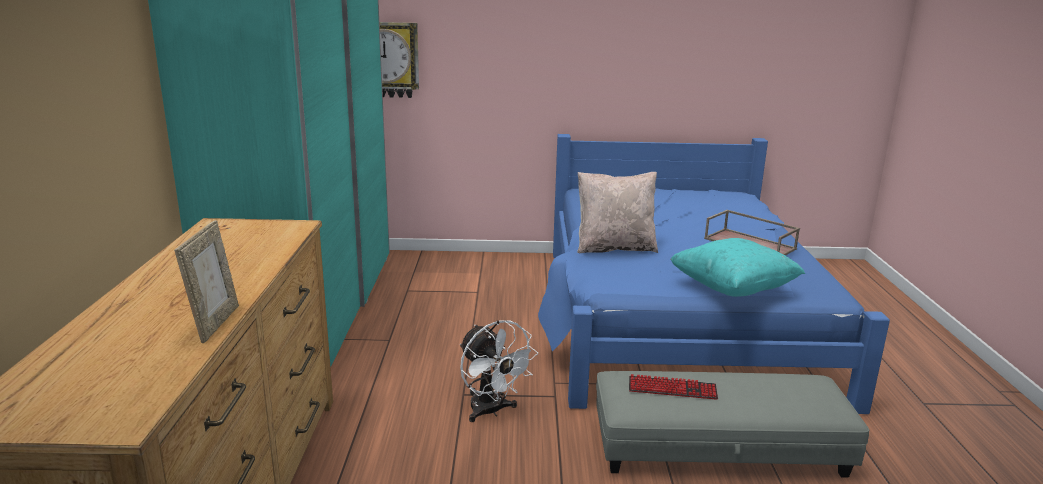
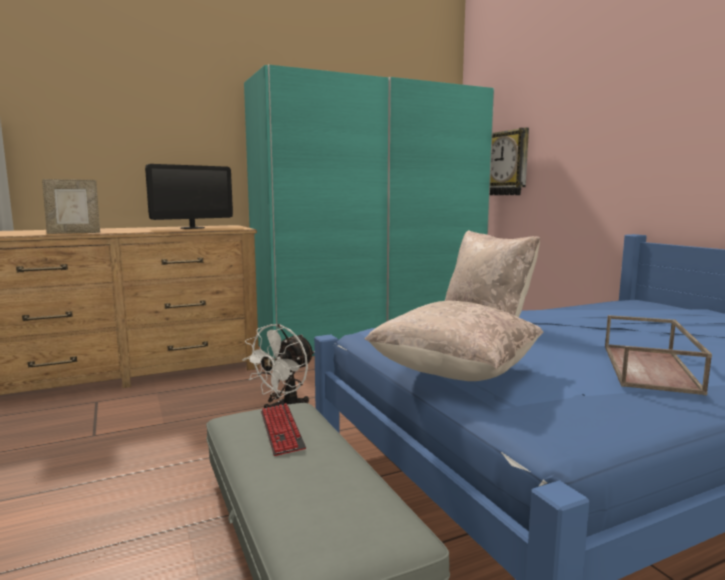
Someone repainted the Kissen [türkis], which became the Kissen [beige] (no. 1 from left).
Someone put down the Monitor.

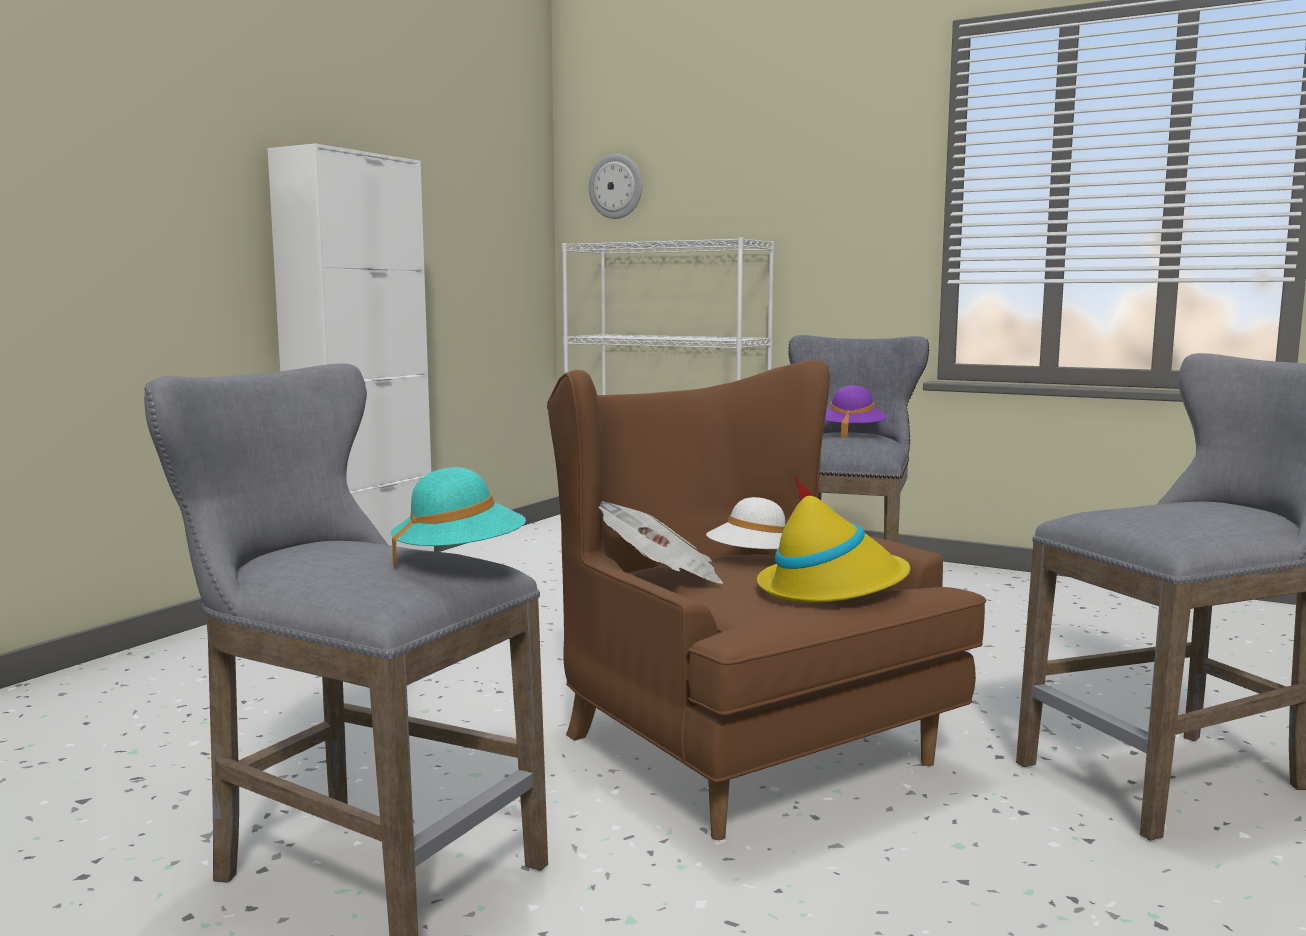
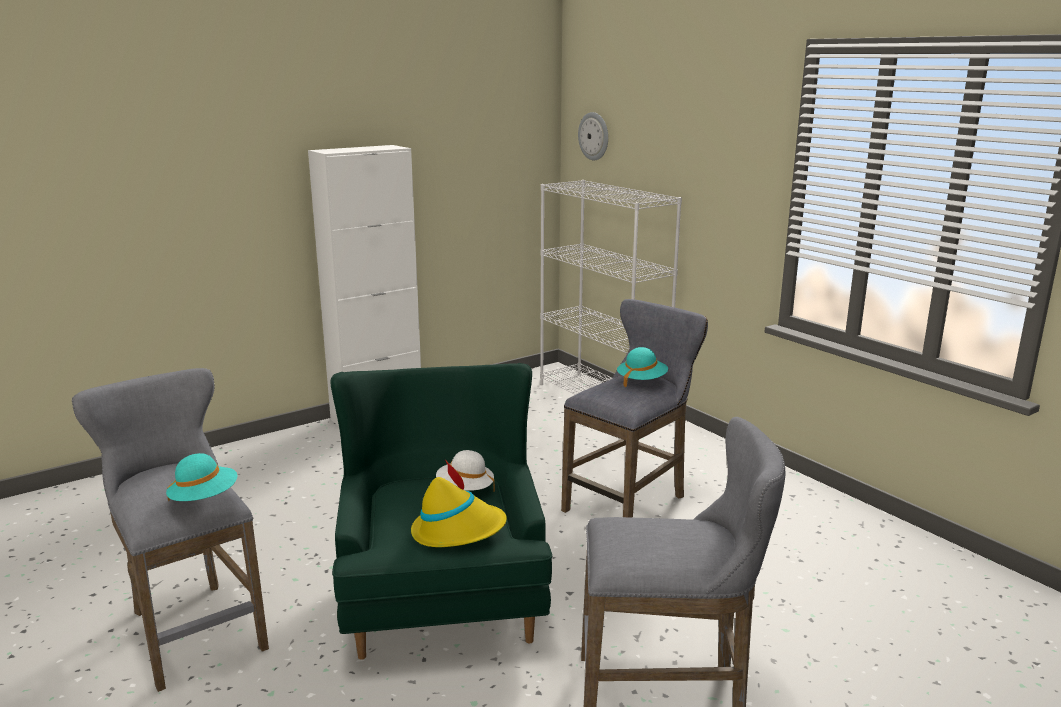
Someone repainted the Sessel [braun], which became the Sessel [grün].
Someone repainted the Hut [lila], which became the Hut [türkis] (no. 2 from left).
Someone took away the Zeitung.

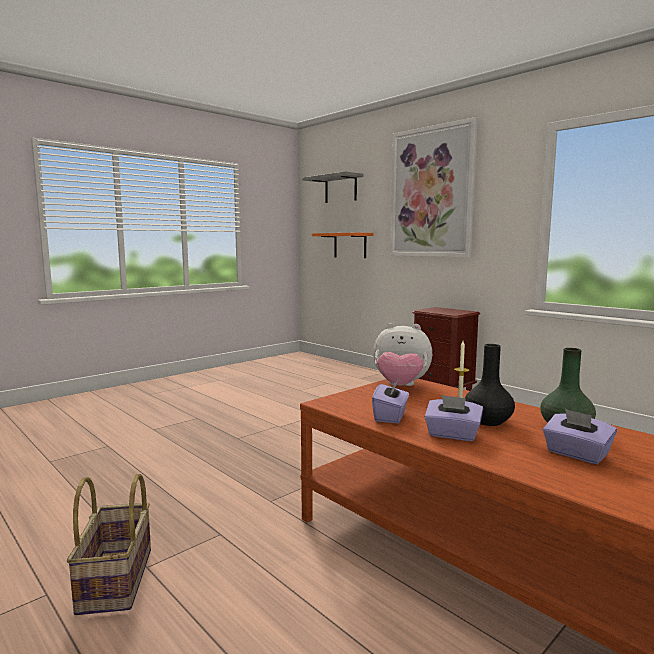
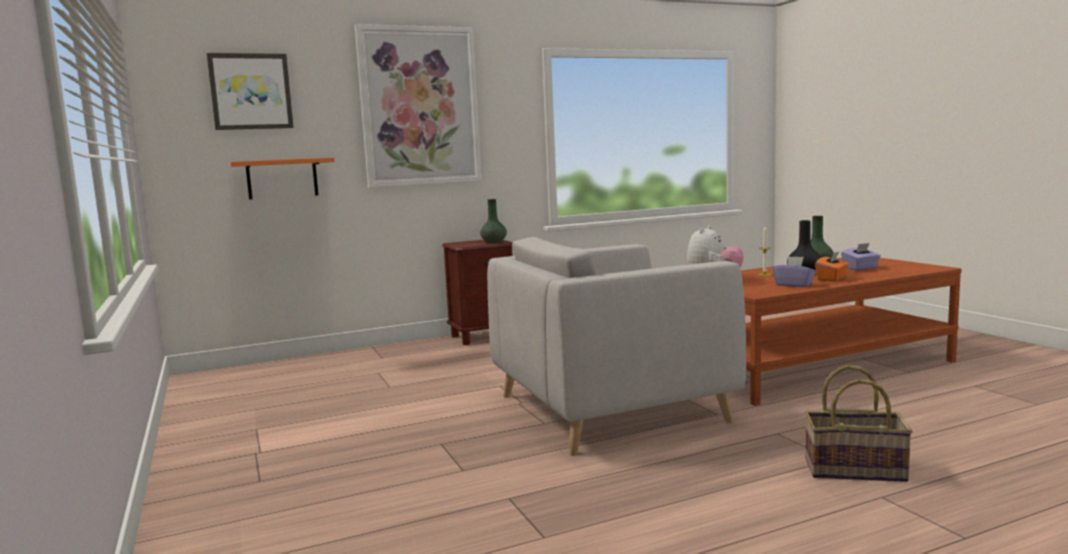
Someone swapped the Wandregal [grau] for the Bild (no. 1 from left).
Someone repainted the Taschentuchbox [lila] (no. 2 from left), which became the Taschentuchbox [orange].
Someone put down the Vase [grün] (no. 1 from left).
Someone put down the Sessel [grau].

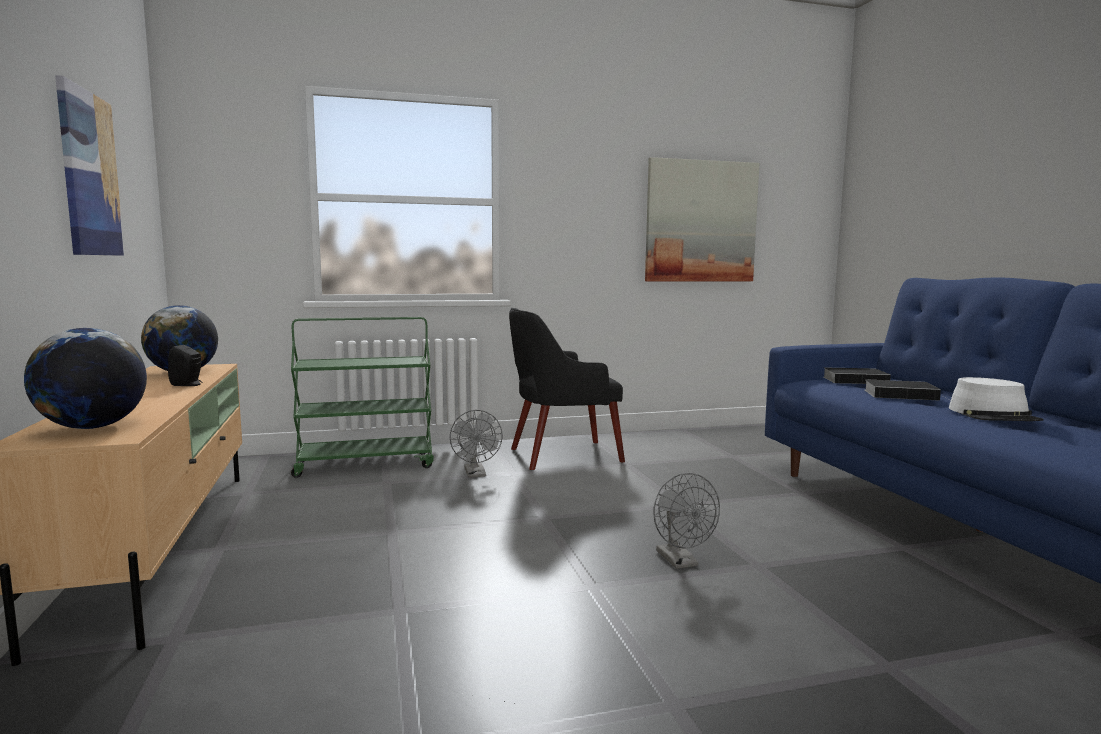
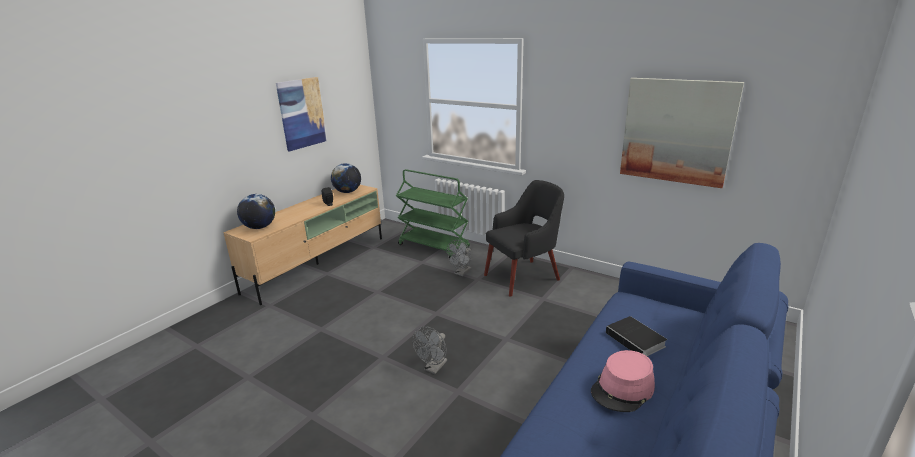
Someone rotated the Sessel [schwarz] by 120 degrees clockwise.
Someone took away the Buch (no. 1 from left).
Someone repainted the Hut [weiß], which became the Hut [rosa].

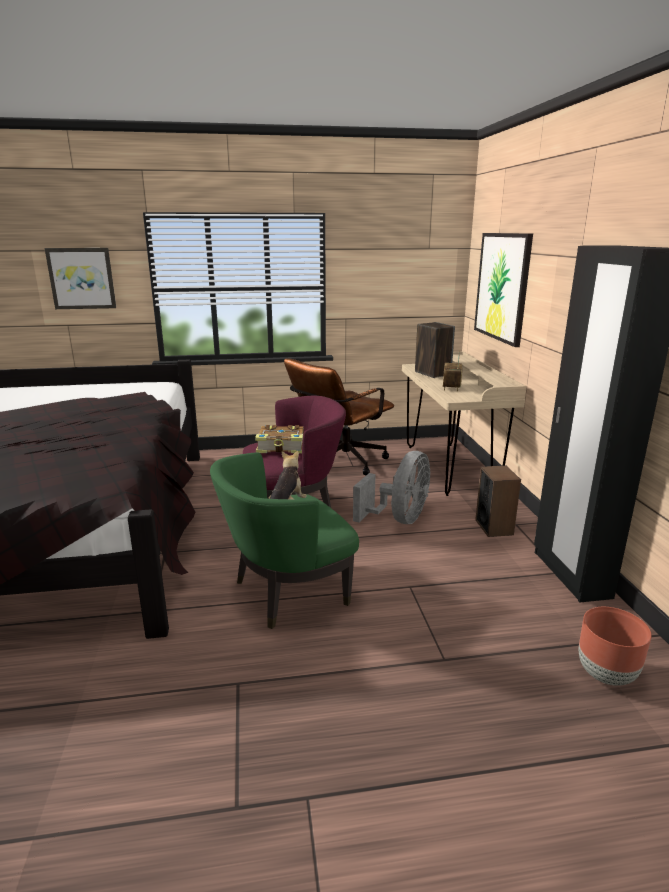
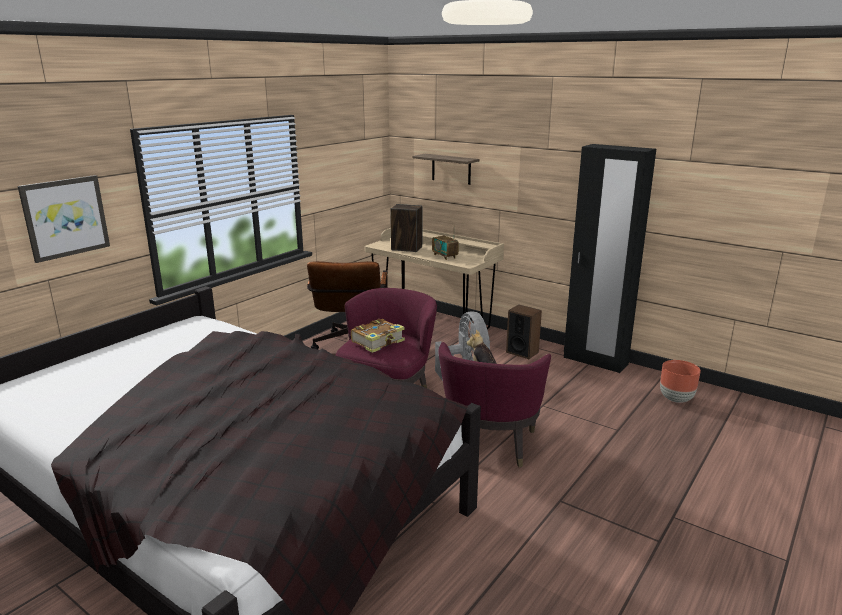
Someone swapped the Bild (no. 2 from left) for the Wandregal.
Someone repainted the Sessel [grün], which became the Sessel [lila] (no. 2 from left).

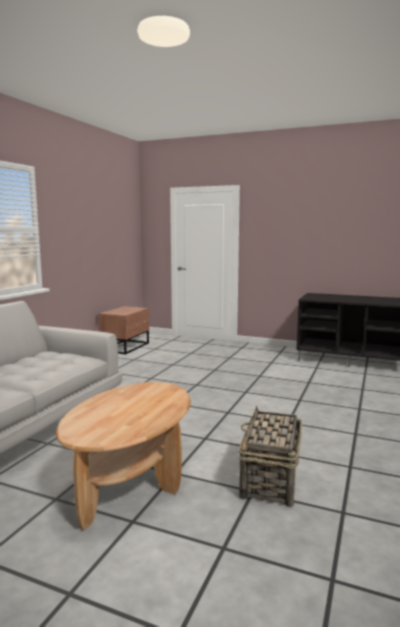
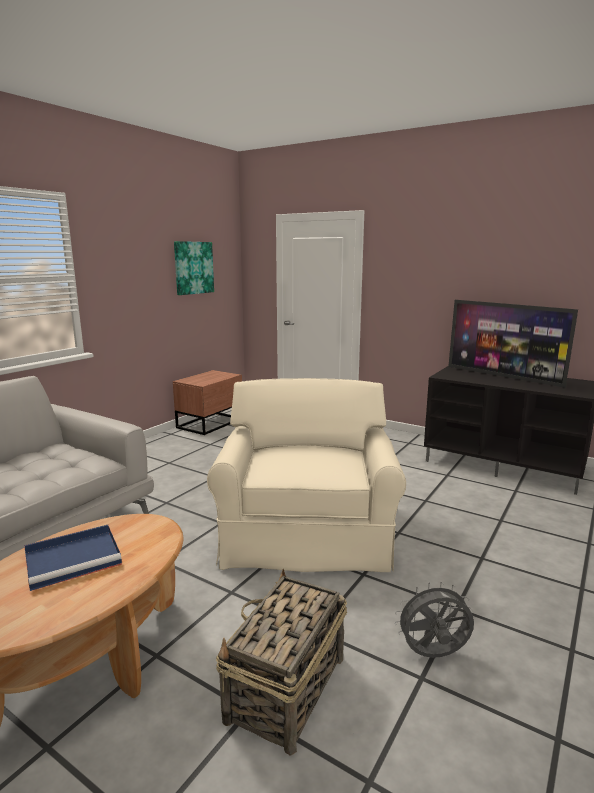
Someone put up the Bild.
Someone put down the Fernseher.
Someone put down the Sessel [beige].
Someone put down the Tablett [blau].
Someone put down the Ventilator [grau].

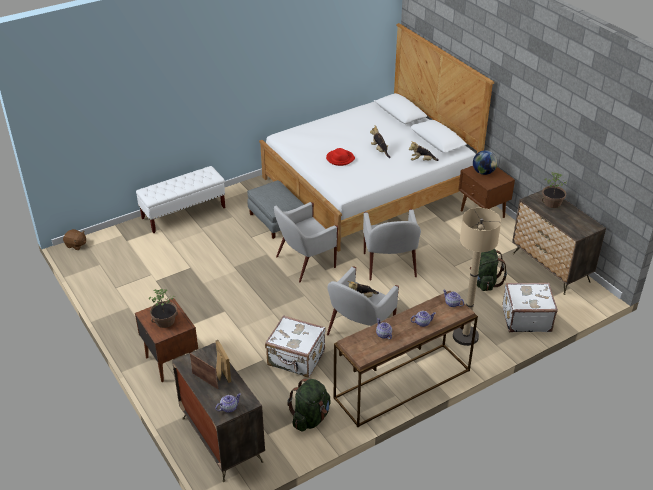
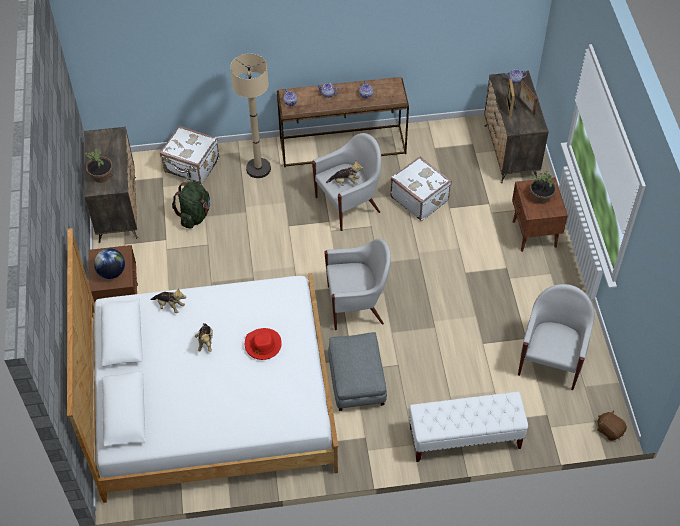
Someone carried the Sessel [weiß] (no. 3 from left).
Someone took away the Rucksack [grün] (no. 1 from left).

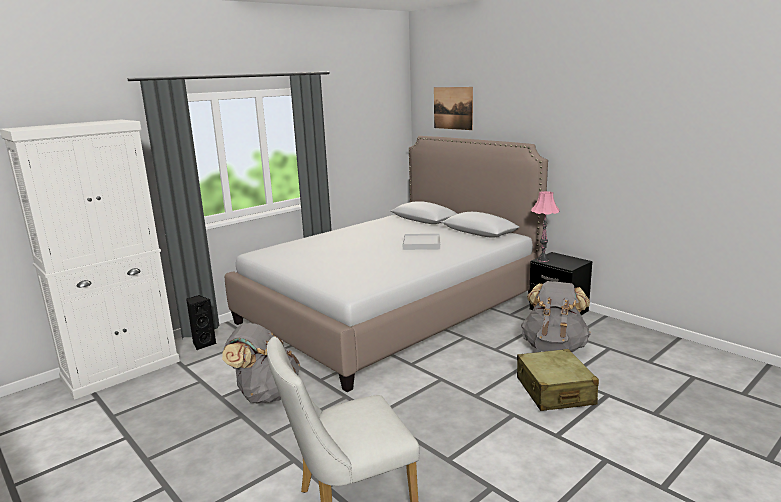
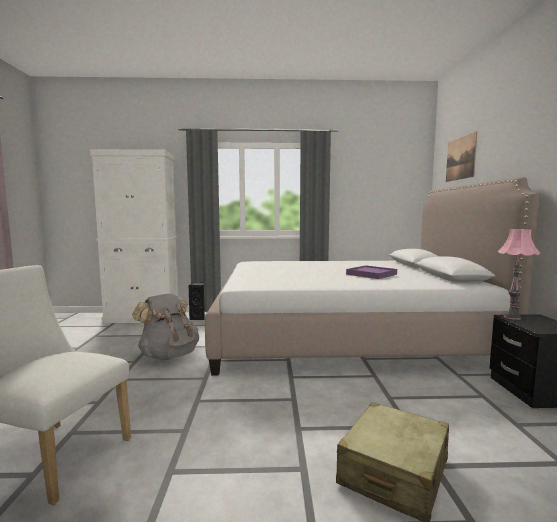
Someone repainted the Tablett [weiß], which became the Tablett [lila].
Someone took away the Rucksack [grau] (no. 2 from left).

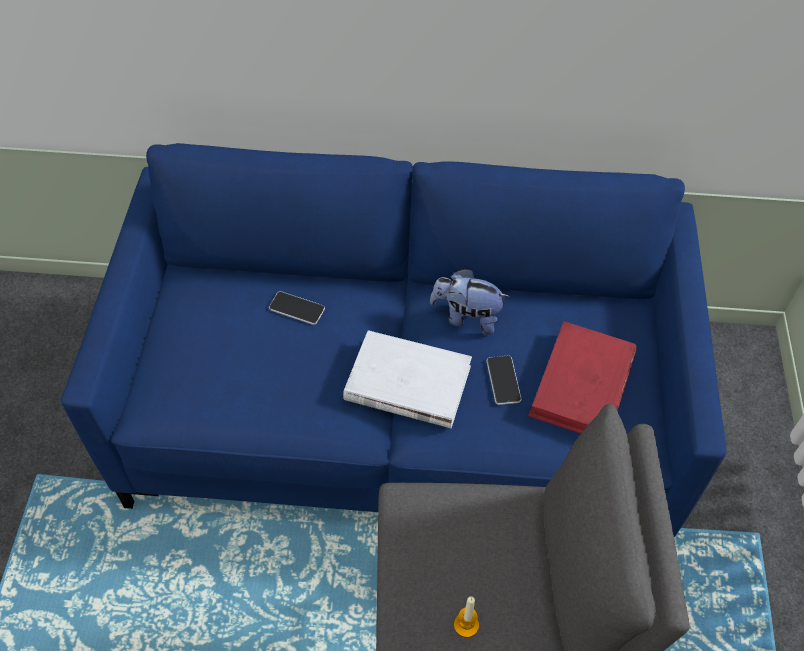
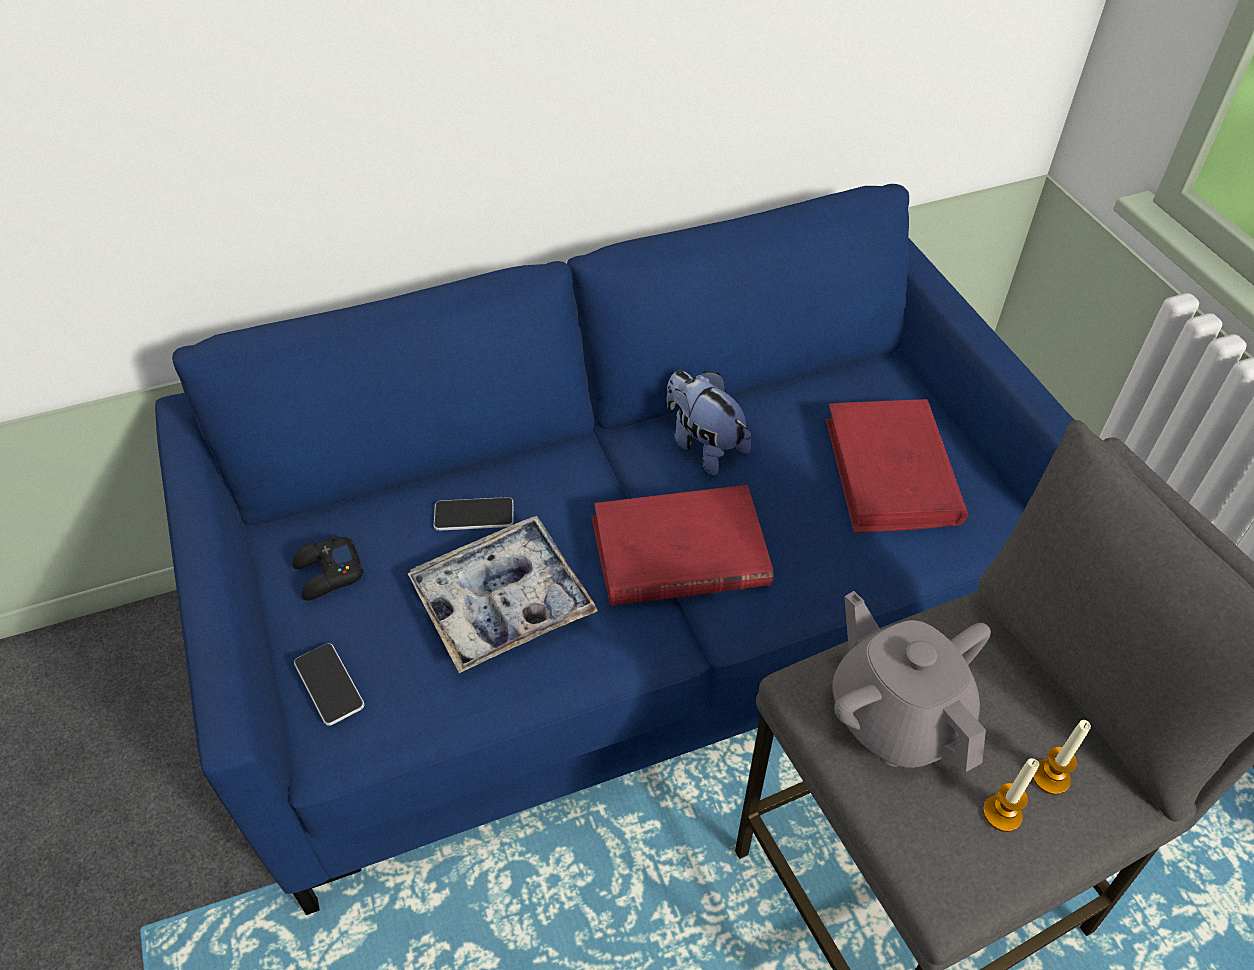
Someone rotated the Plüschtier by 60 degrees clockwise.
Someone repainted the Buch [weiß], which became the Buch [rot] (no. 1 from left).
Someone carried the Handy (no. 2 from left in the first image).
Someone put down the Tablett.
Someone put down the Gamepad [schwarz].
Someone put down the Teekanne [grau].
Someone put down the Kerze (no. 2 from left).

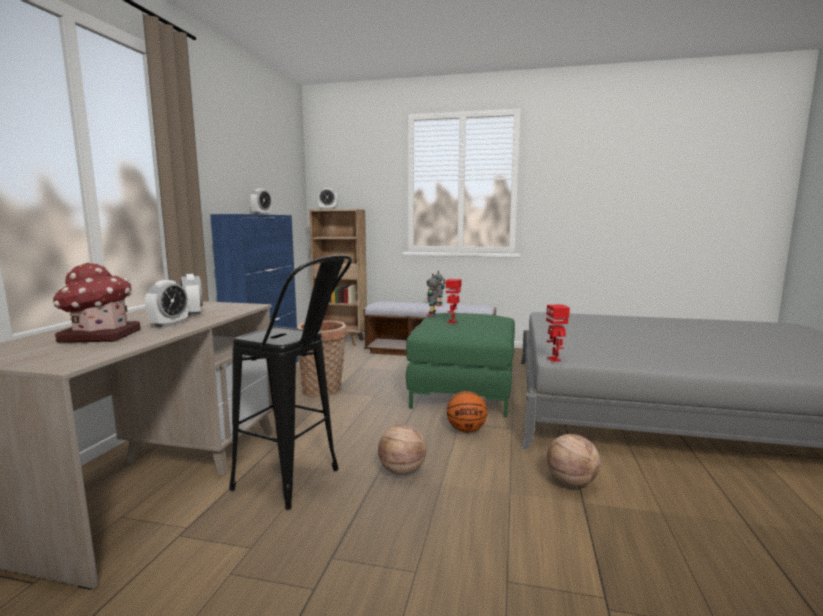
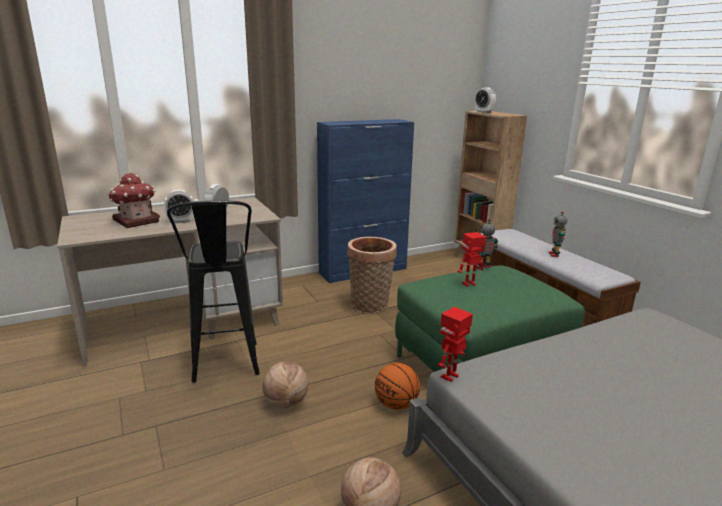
Someone took away the Wecker (no. 3 from left).

